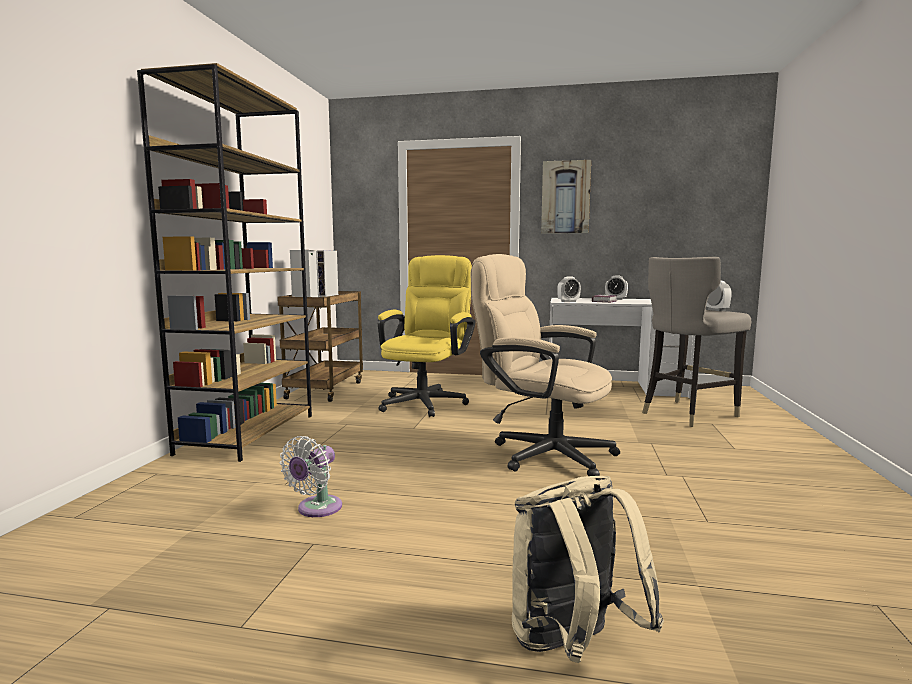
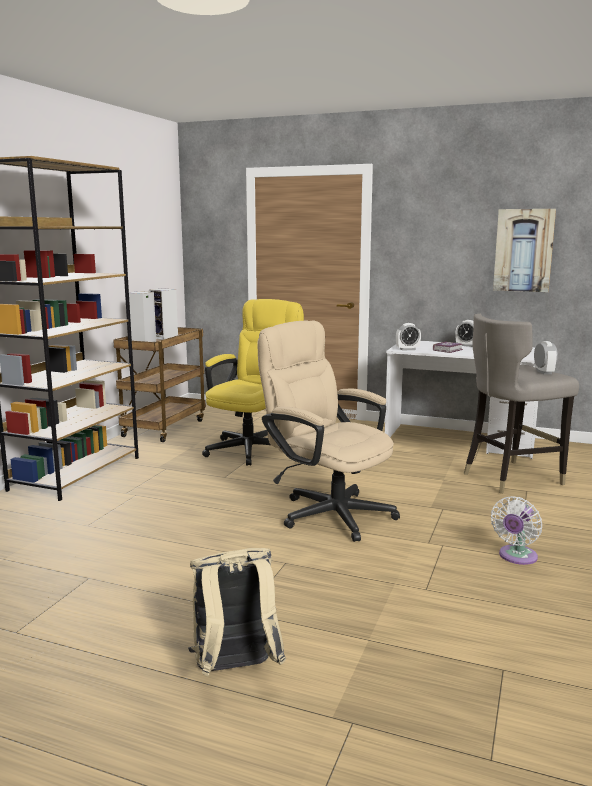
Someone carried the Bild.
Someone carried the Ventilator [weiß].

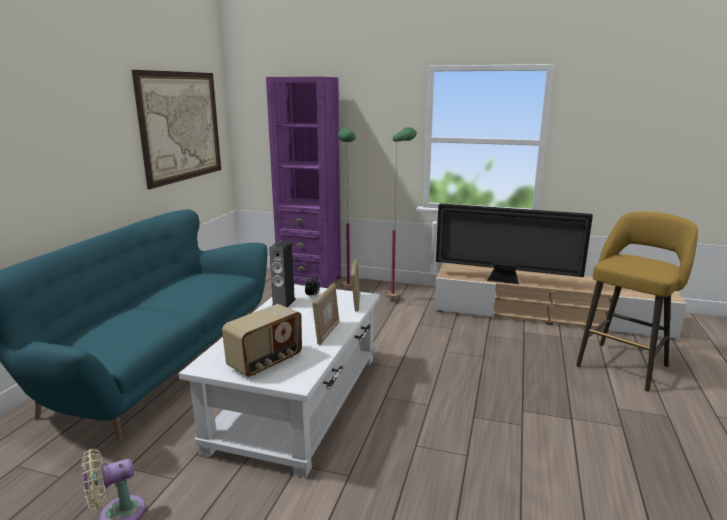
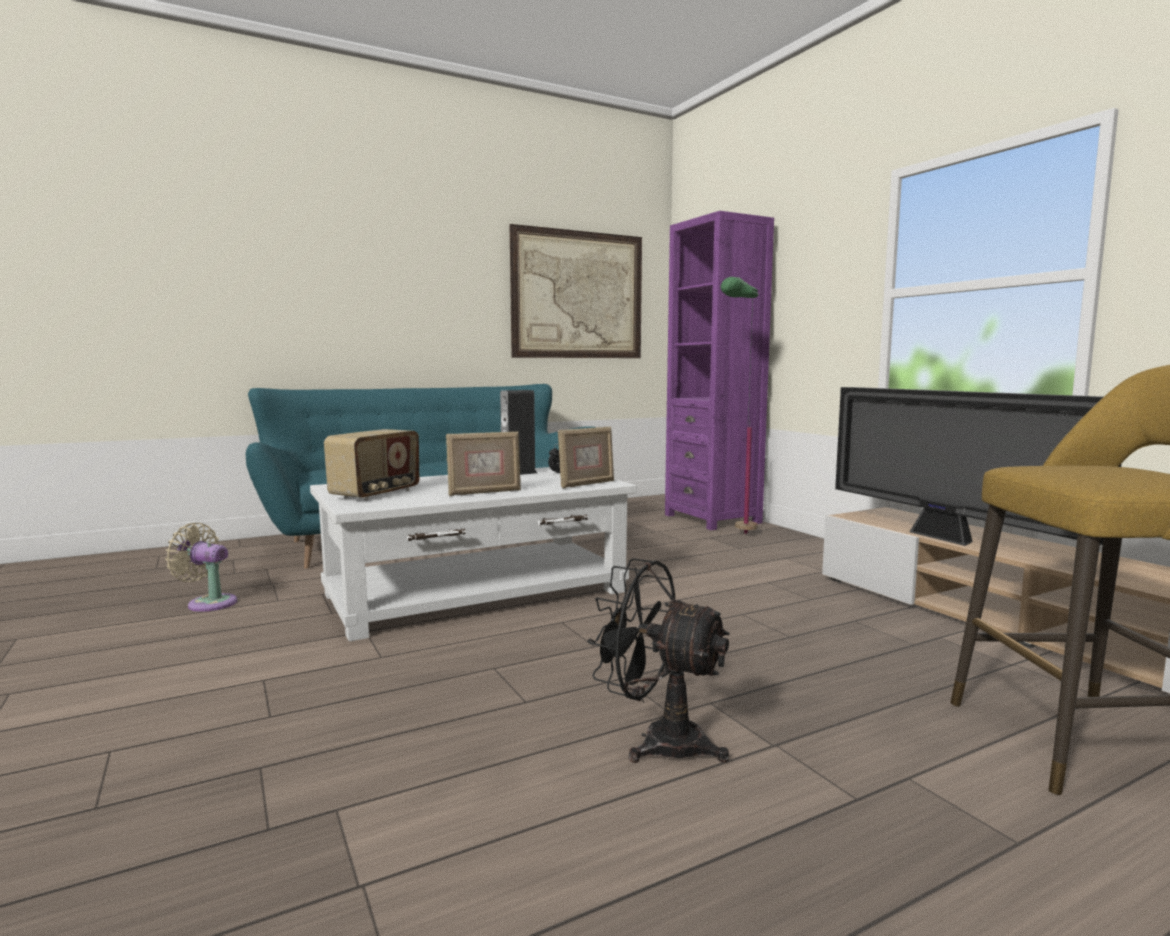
Someone took away the Stehlampe [grün] (no. 2 from left).
Someone rotated the Radio by 60 degrees counterclockwise.
Someone put down the Ventilator [schwarz].

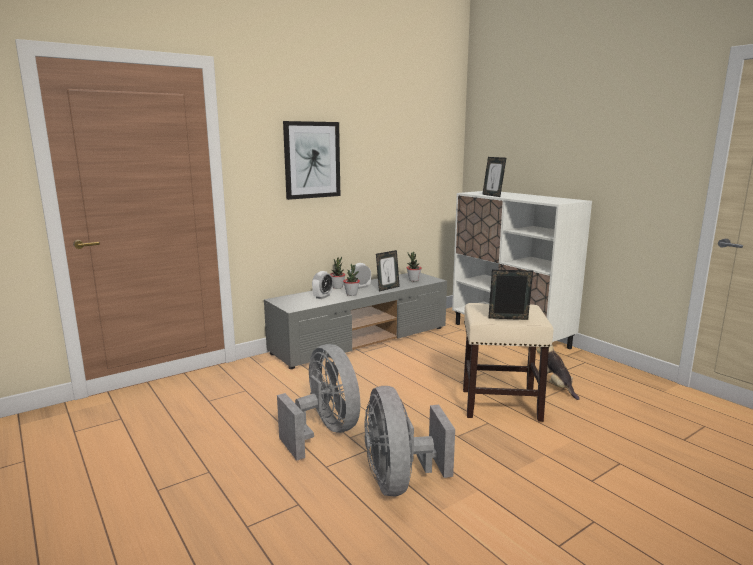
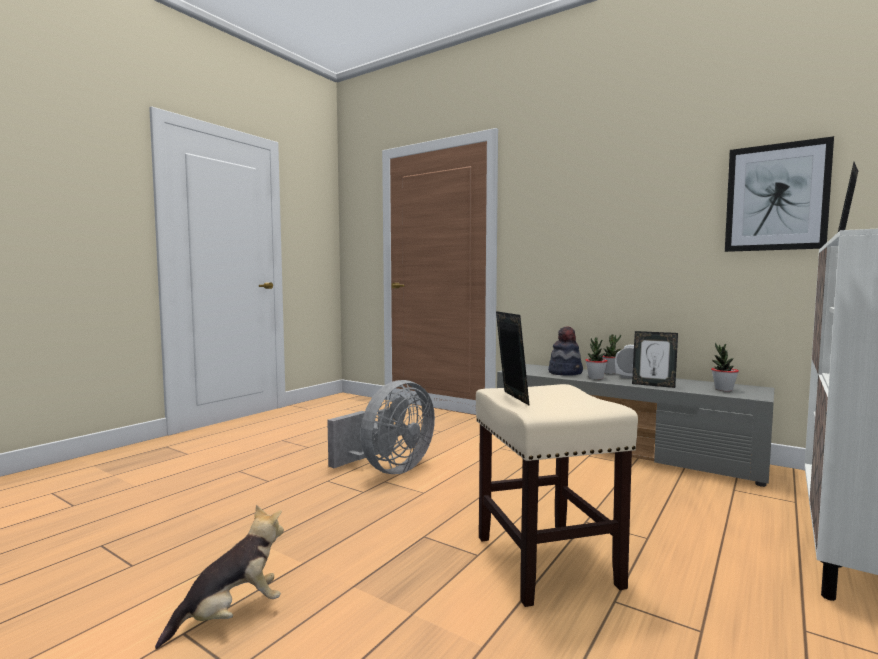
Someone carried the Bild.
Someone swapped the Wecker (no. 1 from left) for the Hut.
Someone carried the Plüschtier.
Someone took away the Ventilator [grau] (no. 2 from left).

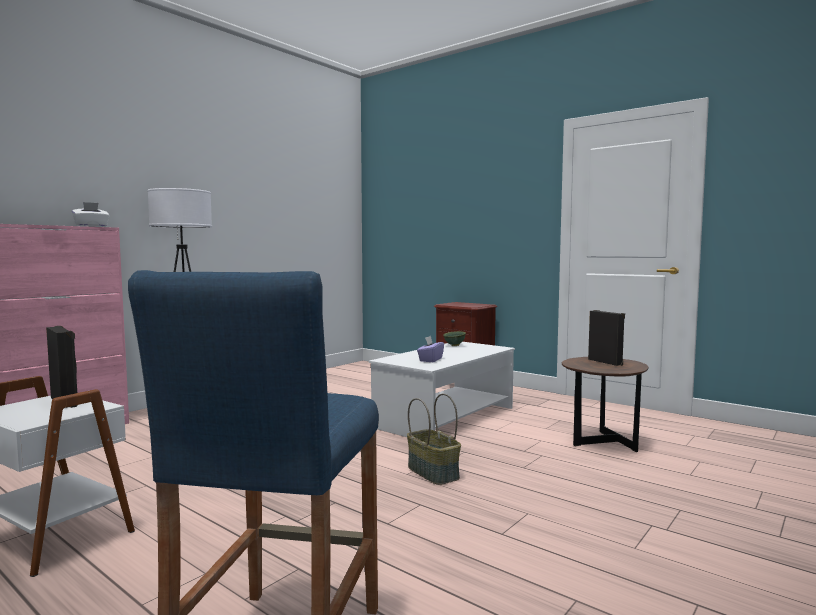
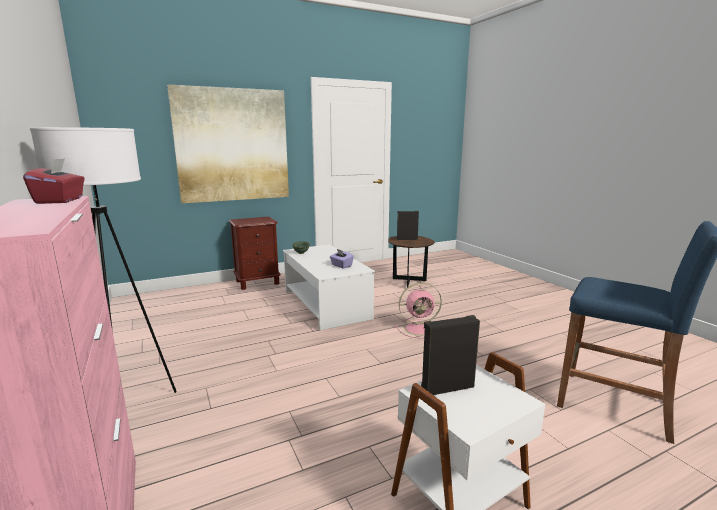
Someone repainted the Taschentuchbox [weiß], which became the Taschentuchbox [rot].
Someone swapped the Korb for the Ventilator [rosa].
Someone put up the Bild.

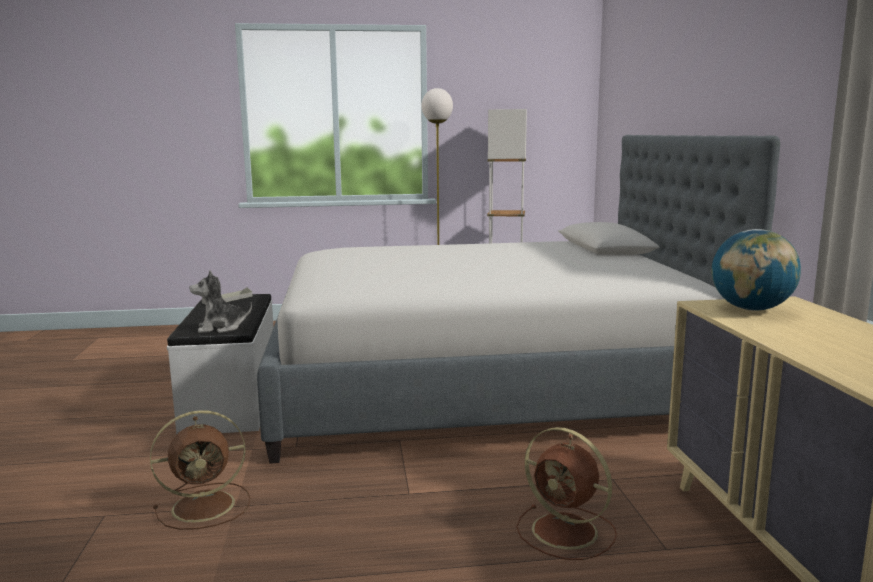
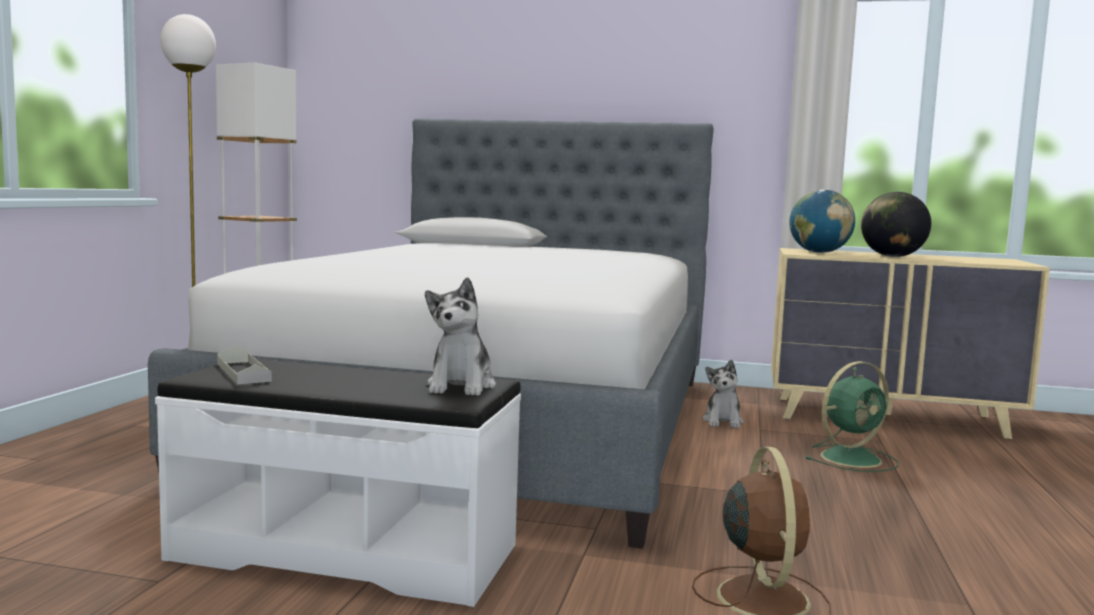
Someone repainted the Ventilator [braun] (no. 2 from left), which became the Ventilator [grün].
Someone put down the Globus (no. 2 from left).
Someone put down the Plüschtier (no. 2 from left).

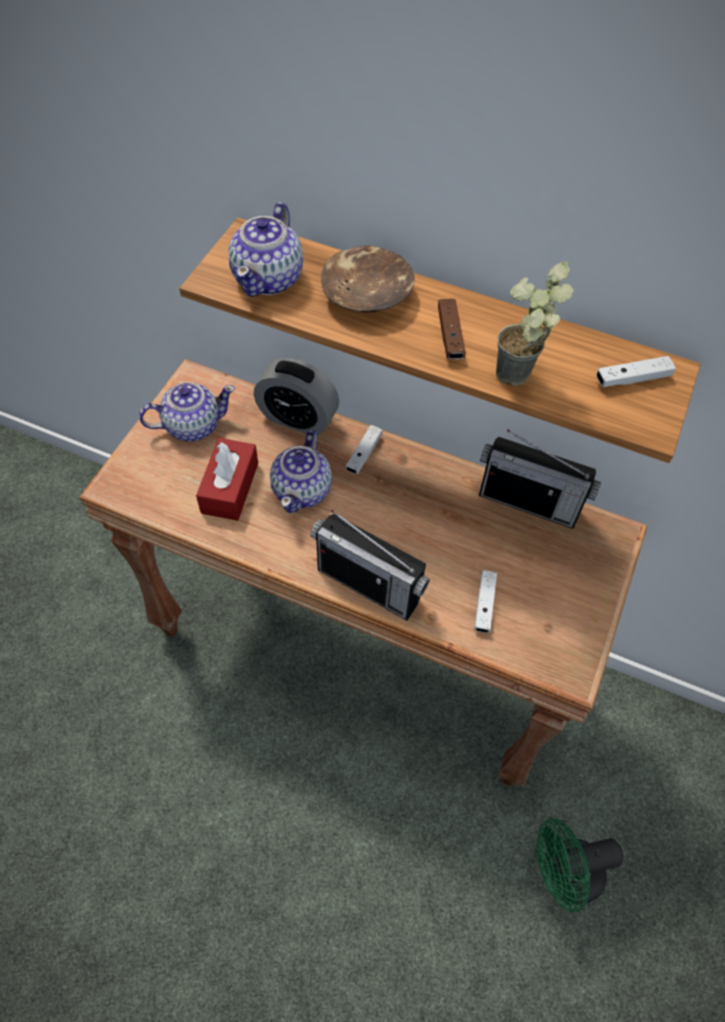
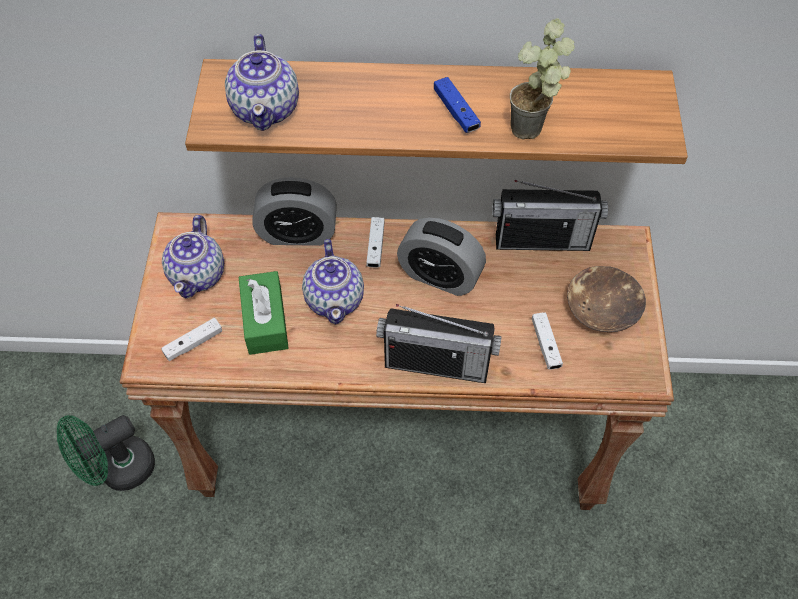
Someone carried the Schüssel [braun].
Someone repainted the Gamepad [braun], which became the Gamepad [blau].
Someone carried the Gamepad [weiß] (no. 3 from left in the first image).
Someone rotated the Teekanne (no. 1 from left) by 135 degrees clockwise.
Someone repainted the Taschentuchbox [rot], which became the Taschentuchbox [grün].
Someone carried the Ventilator [grün].
Someone put down the Wecker (no. 2 from left).

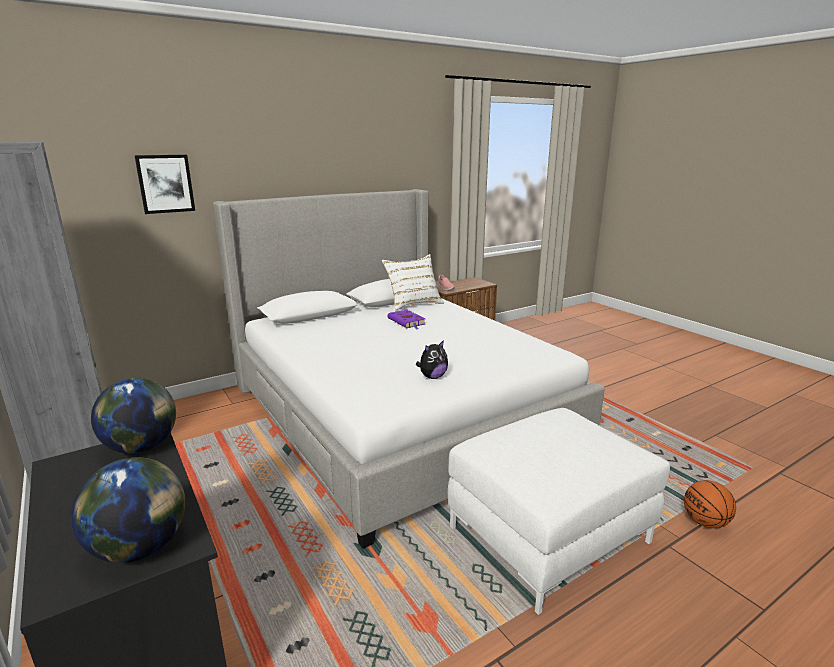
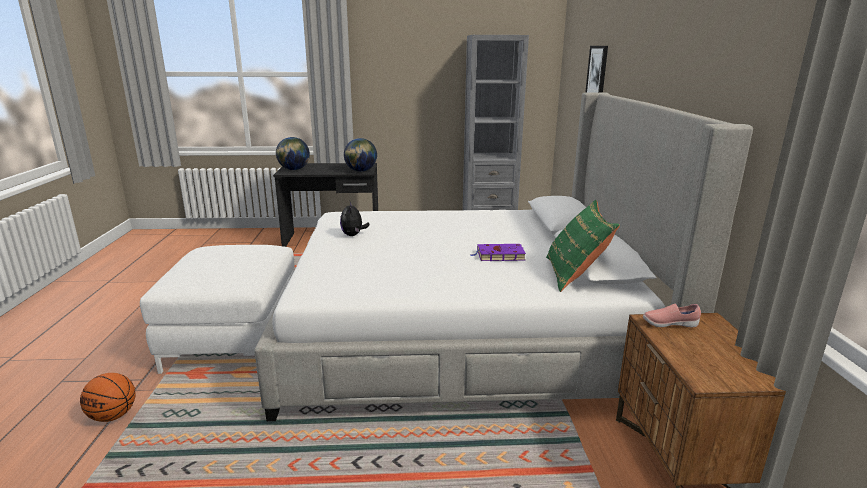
Someone repainted the Kissen [weiß], which became the Kissen [grün].

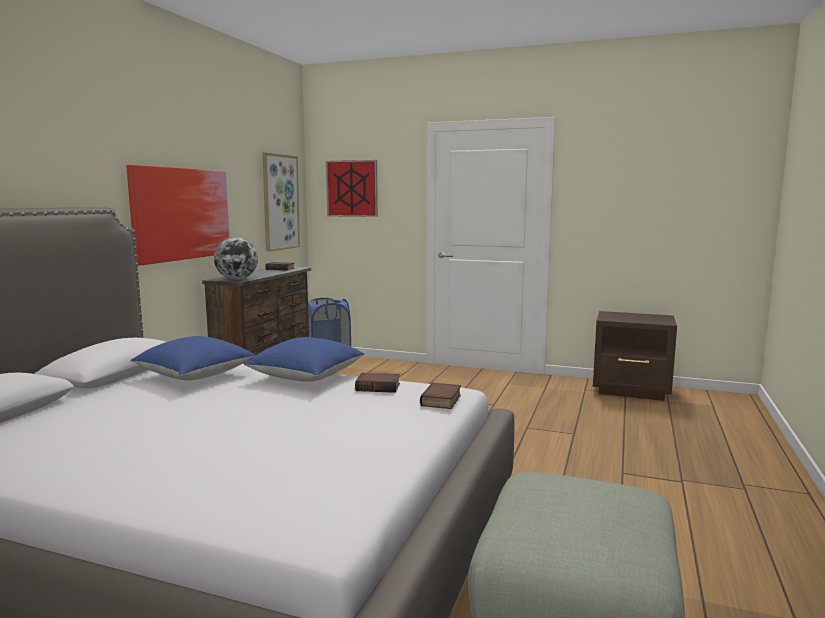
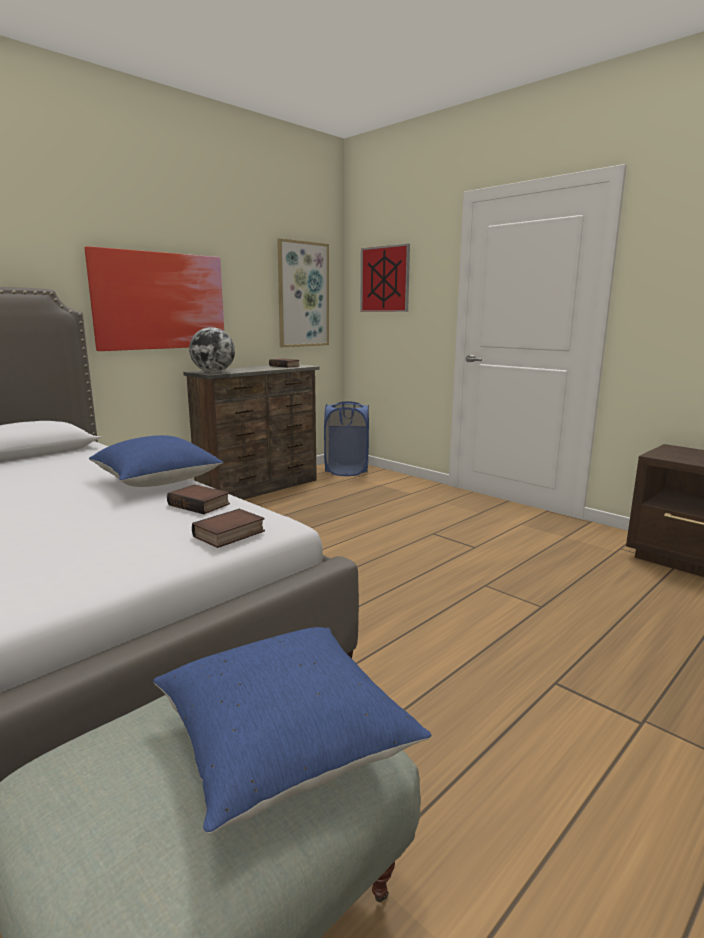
Someone carried the Kissen [blau] (no. 1 from left in the first image).

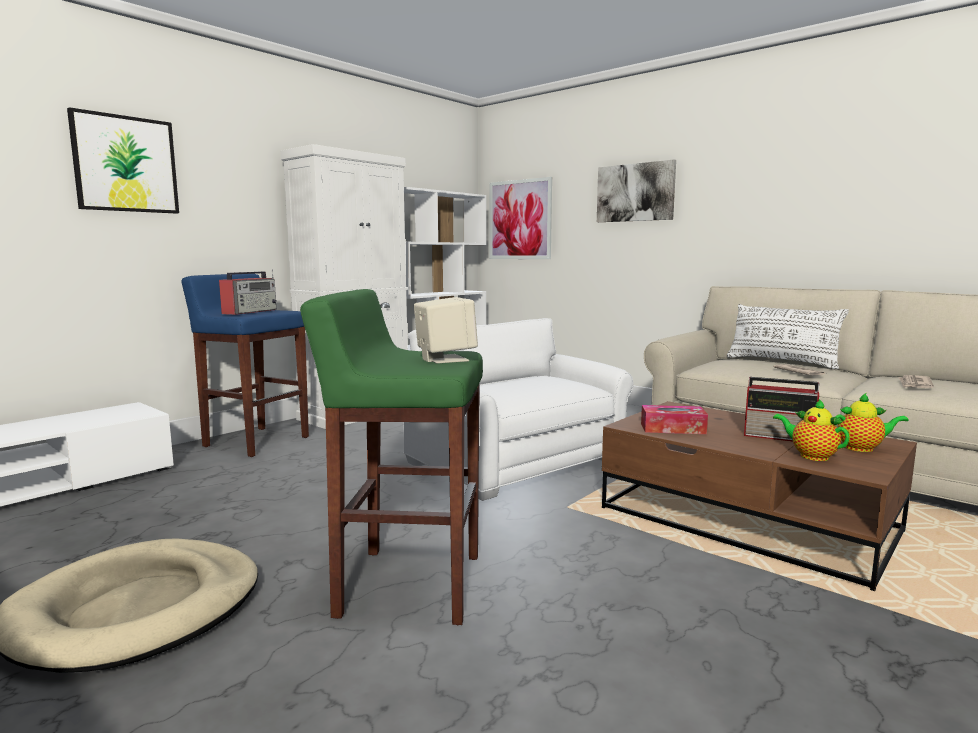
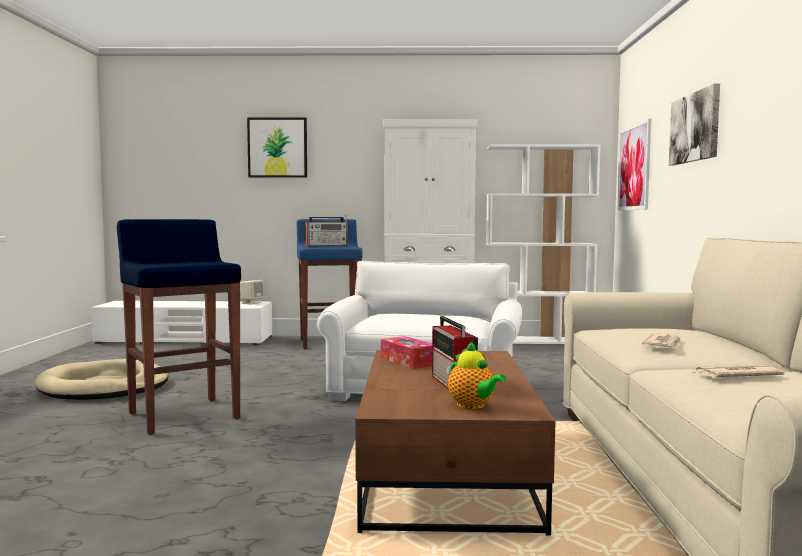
Someone repainted the Hocker [grün], which became the Hocker [blau] (no. 1 from left).
Someone carried the Lautsprecher [beige].
Someone took away the Kissen [weiß].
Someone took away the Teekanne (no. 1 from left).

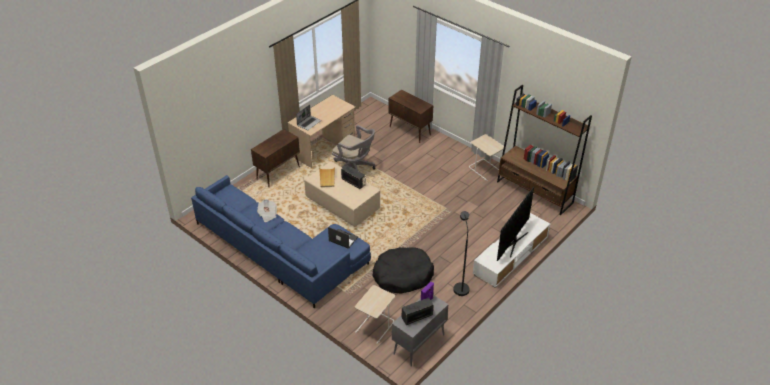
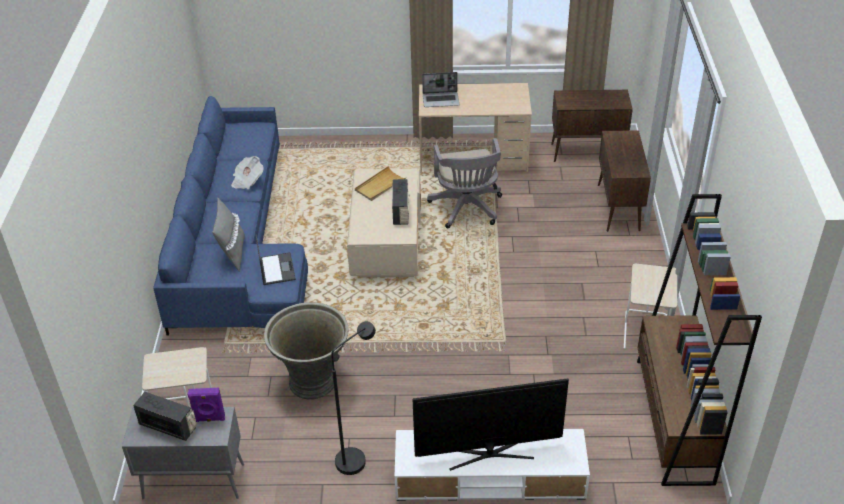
Someone carried the Schrank [braun] (no. 1 from left).
Someone swapped the Hundebett [schwarz] for the Pflanzkübel [grau].
Someone put down the Kissen [grau].

